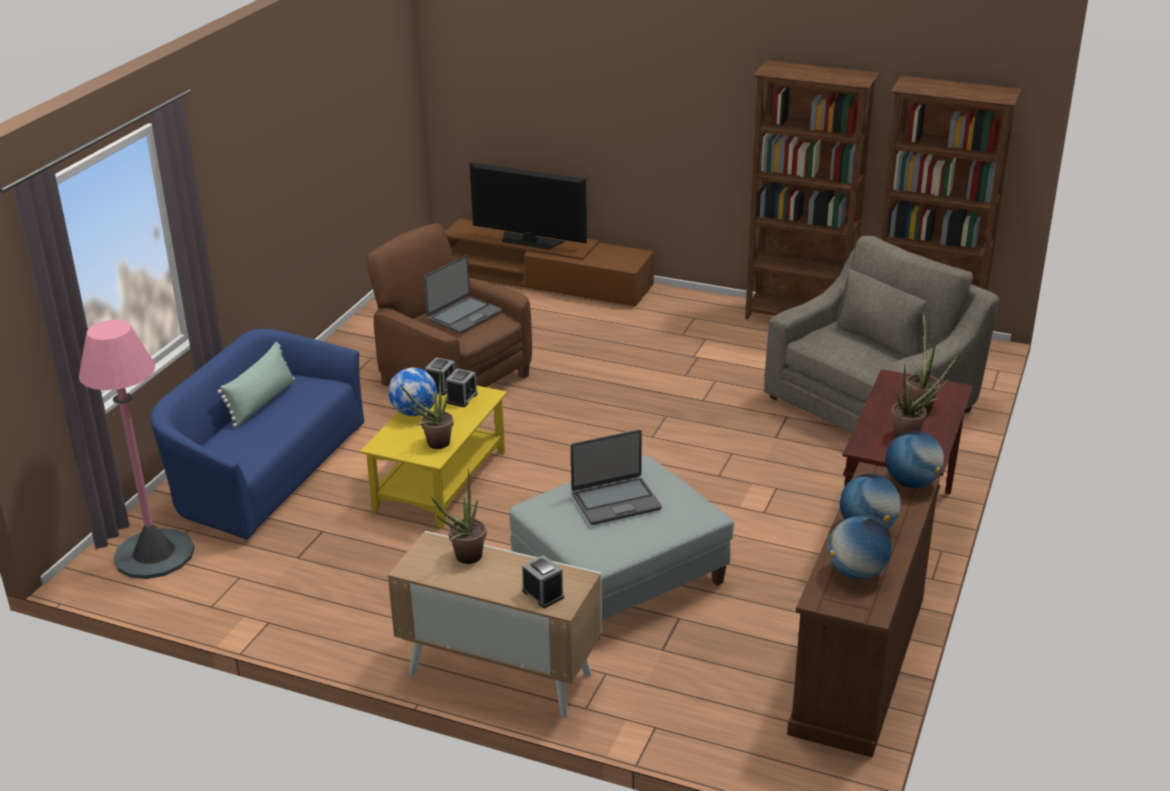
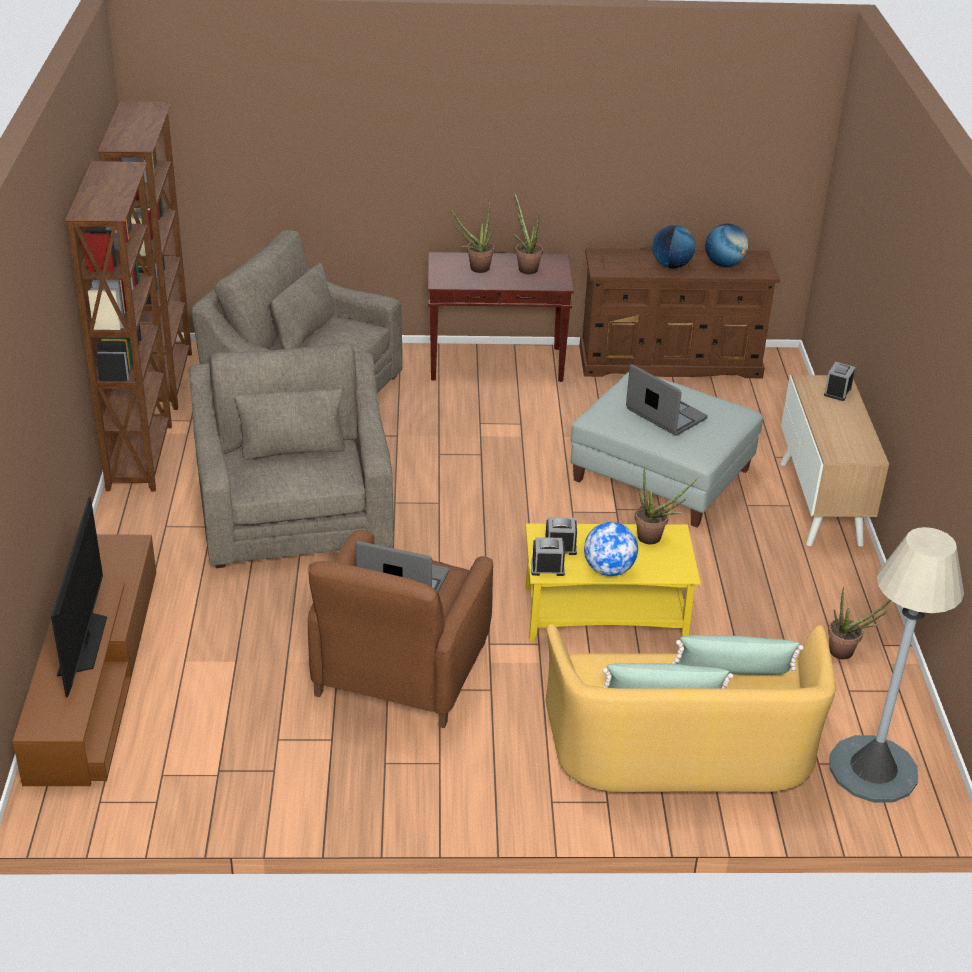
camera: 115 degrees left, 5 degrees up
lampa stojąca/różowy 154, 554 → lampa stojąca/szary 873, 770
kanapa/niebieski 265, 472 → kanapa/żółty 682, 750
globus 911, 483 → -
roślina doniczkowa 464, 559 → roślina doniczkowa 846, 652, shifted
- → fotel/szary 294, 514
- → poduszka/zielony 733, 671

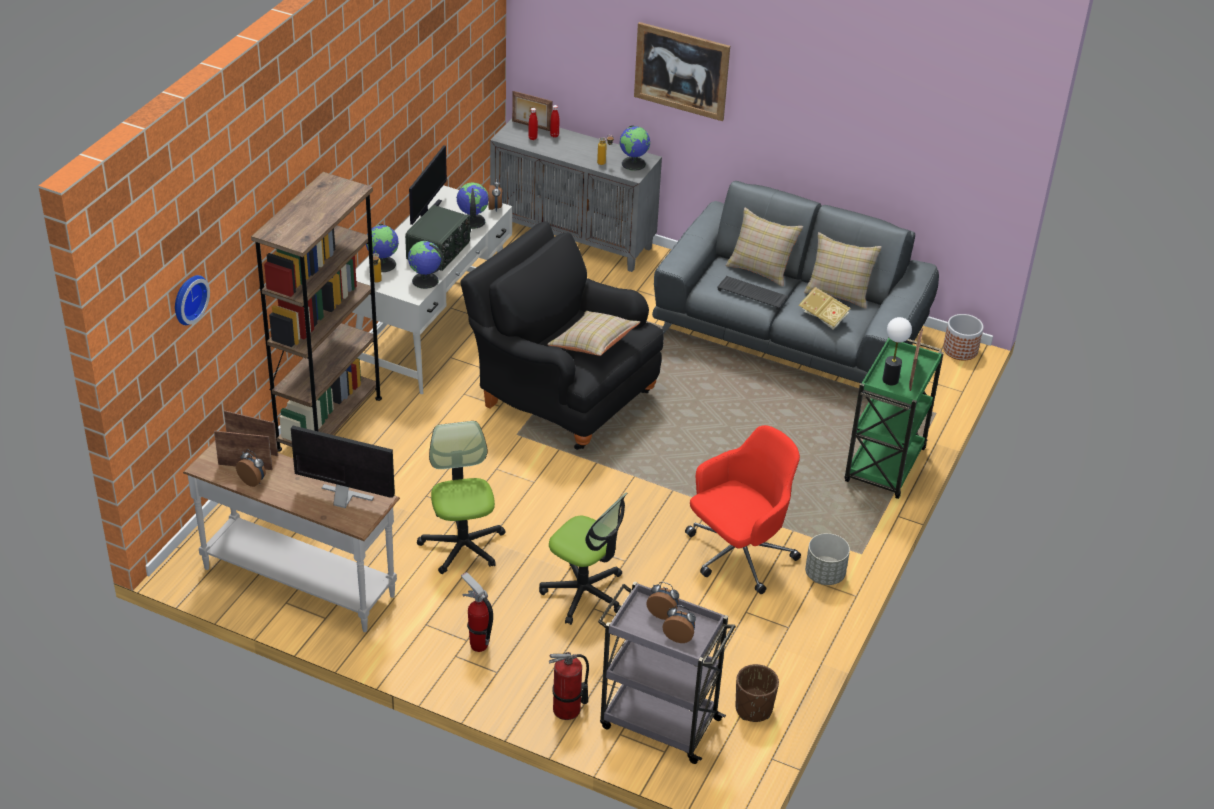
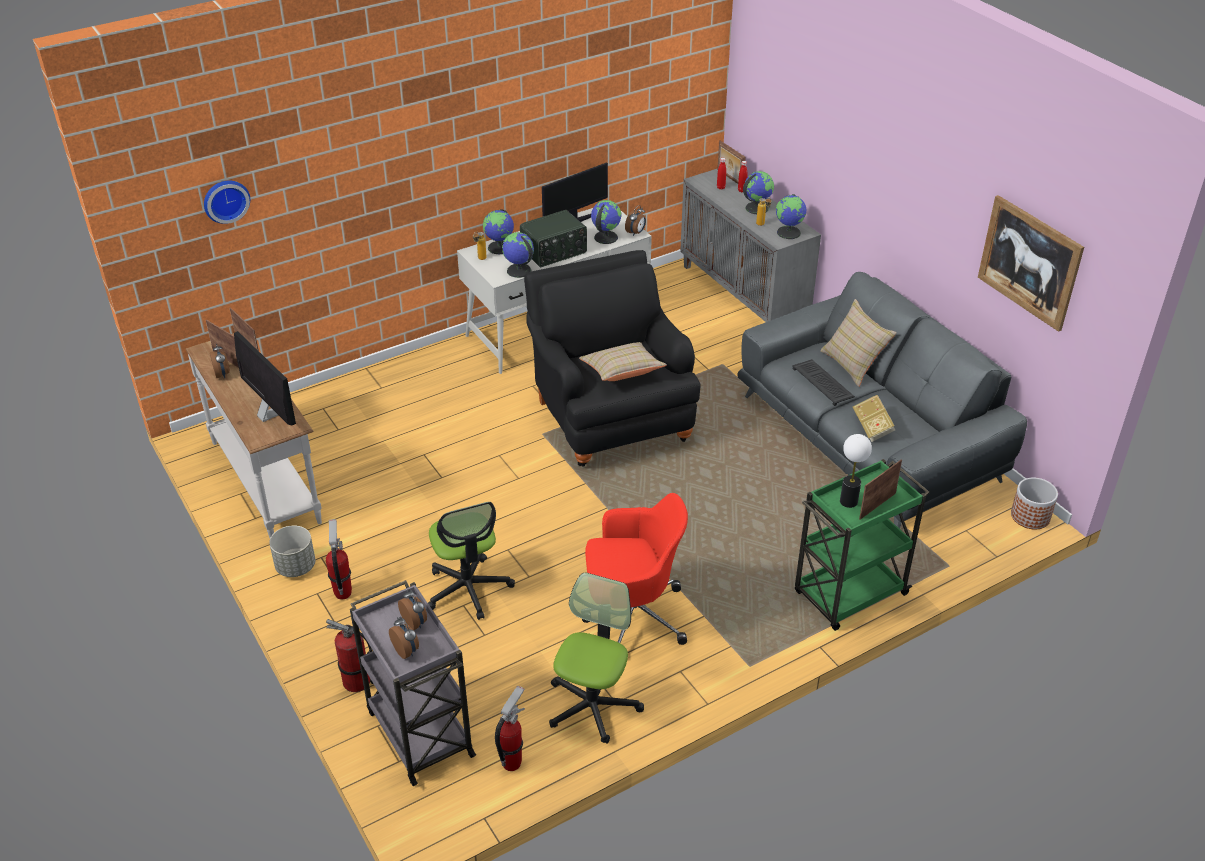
camera: 35 degrees right, 0 degrees up
obraz 681, 71 → obraz 1029, 262, shifted
regał/brązowy 329, 423 → -
poduszka/beżowy 839, 292 → -
krzesło biurowe 462, 546 → krzesło biurowe 592, 706, shifted
donica/szary 825, 575 → donica/szary 295, 567, shifted
donica/brązowy 753, 709 → gaśnica 512, 763
- → globus 756, 208

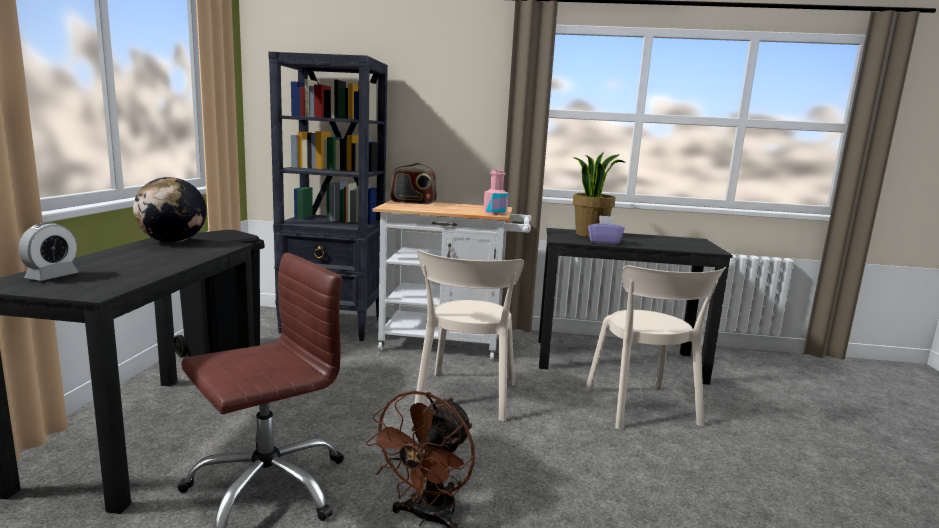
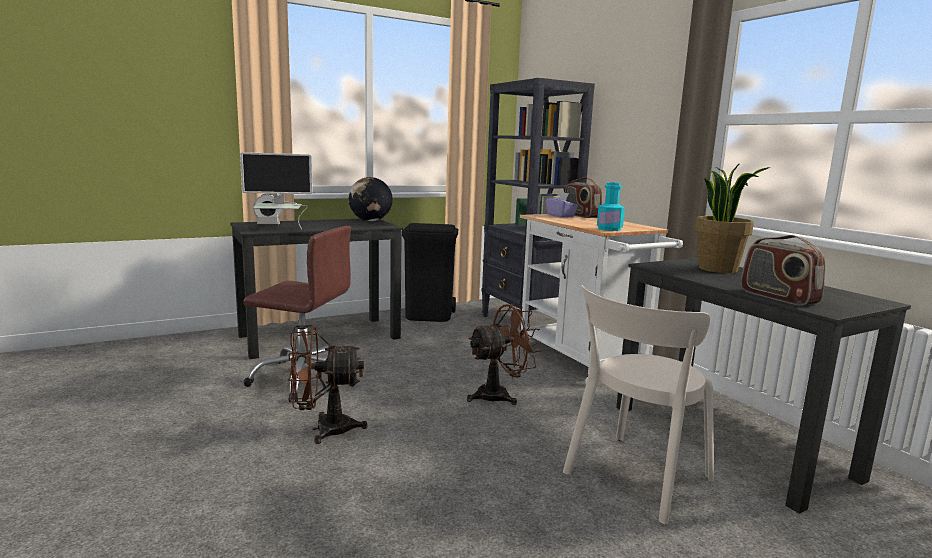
camera: 55 degrees right, 0 degrees up
butelka/różowy 495, 213 → butelka/turkusowy 609, 229
pudełko chusteczek/fioletowy 604, 242 → pudełko chusteczek/fioletowy 560, 216, shifted
krzesło/beżowy 465, 398 → wentylator/brązowy 500, 395
- → monitor 279, 229
- → radio 777, 297

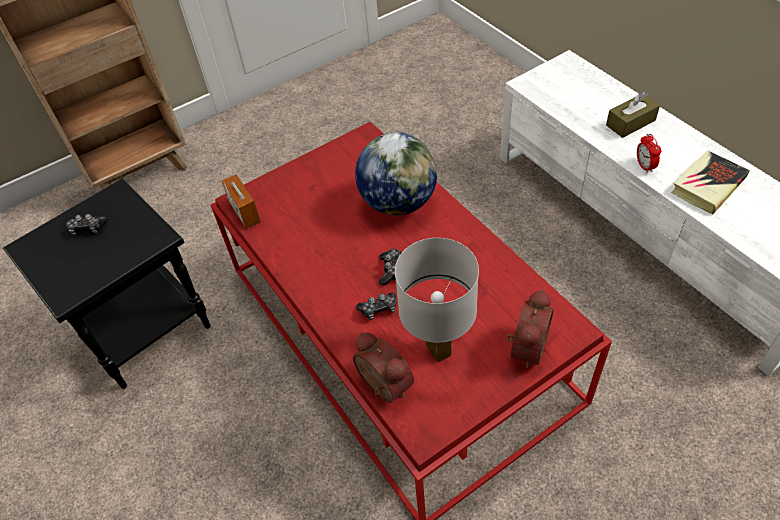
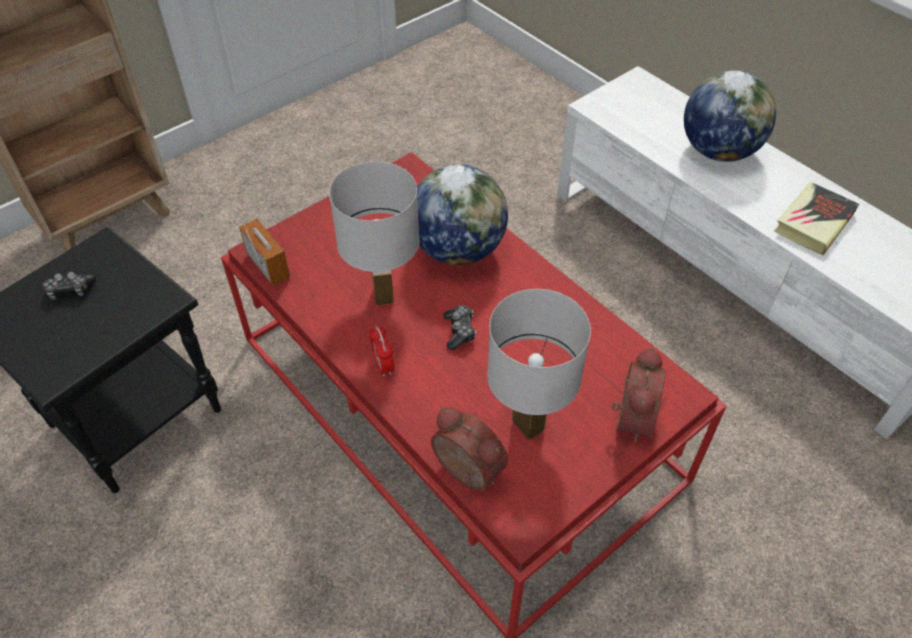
camera: 10 degrees left, 0 degrees up
pudełko chusteczek/brązowy 630, 123 → globus 718, 151
budzik 644, 166 → budzik 383, 365, shifted
pad do gier 379, 309 → -
- → lampa stołowa/biały 382, 294

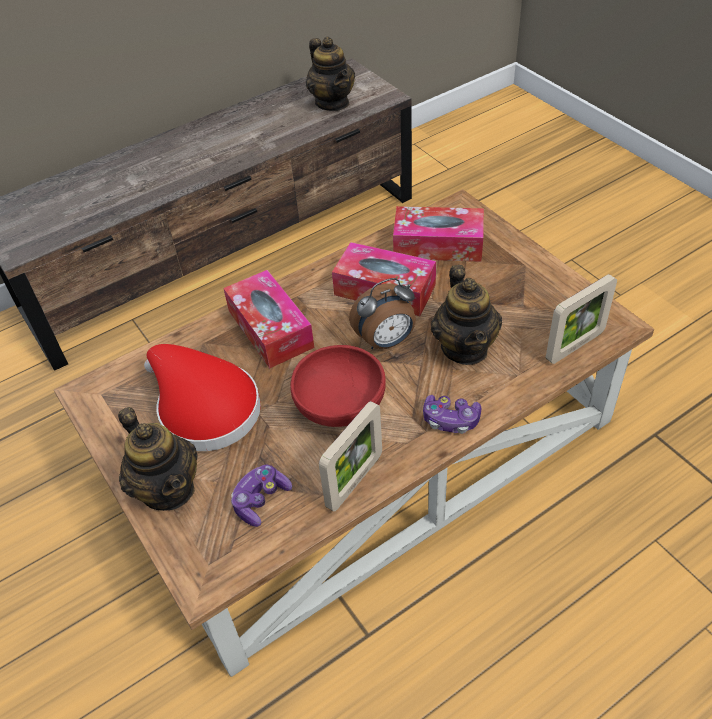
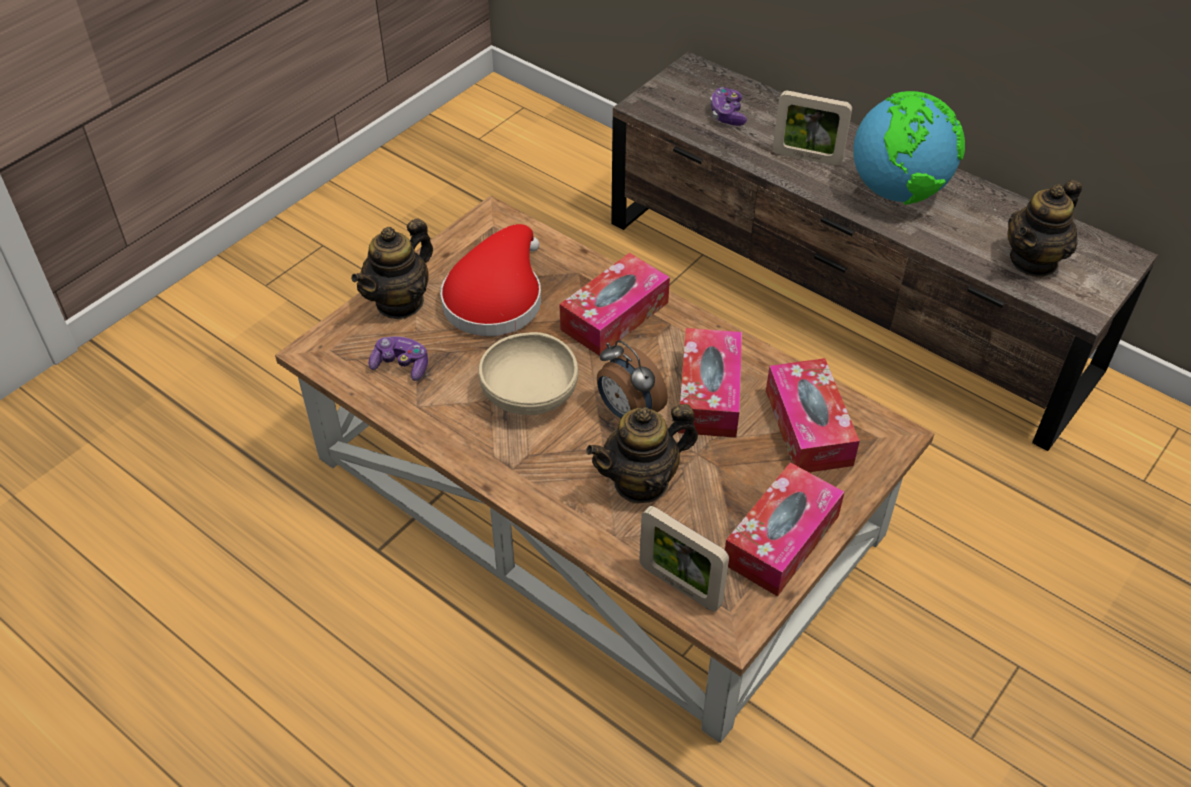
camera: 70 degrees right, 0 degrees up
miska/czerwony 340, 403 → miska/beżowy 530, 394
pad do gier 450, 420 → pad do gier 727, 114, shifted
ramka na zdjęcie 354, 481 → ramka na zdjęcie 807, 157, shifted
- → globus 898, 192
- → pudełko chusteczek 781, 539

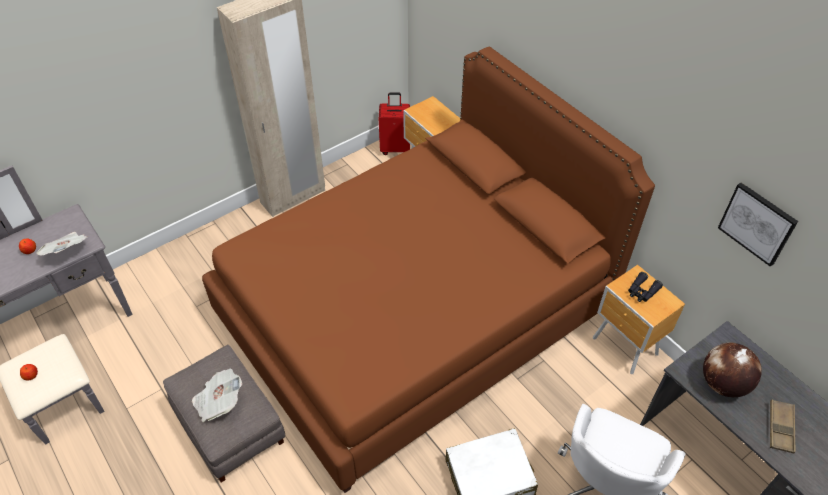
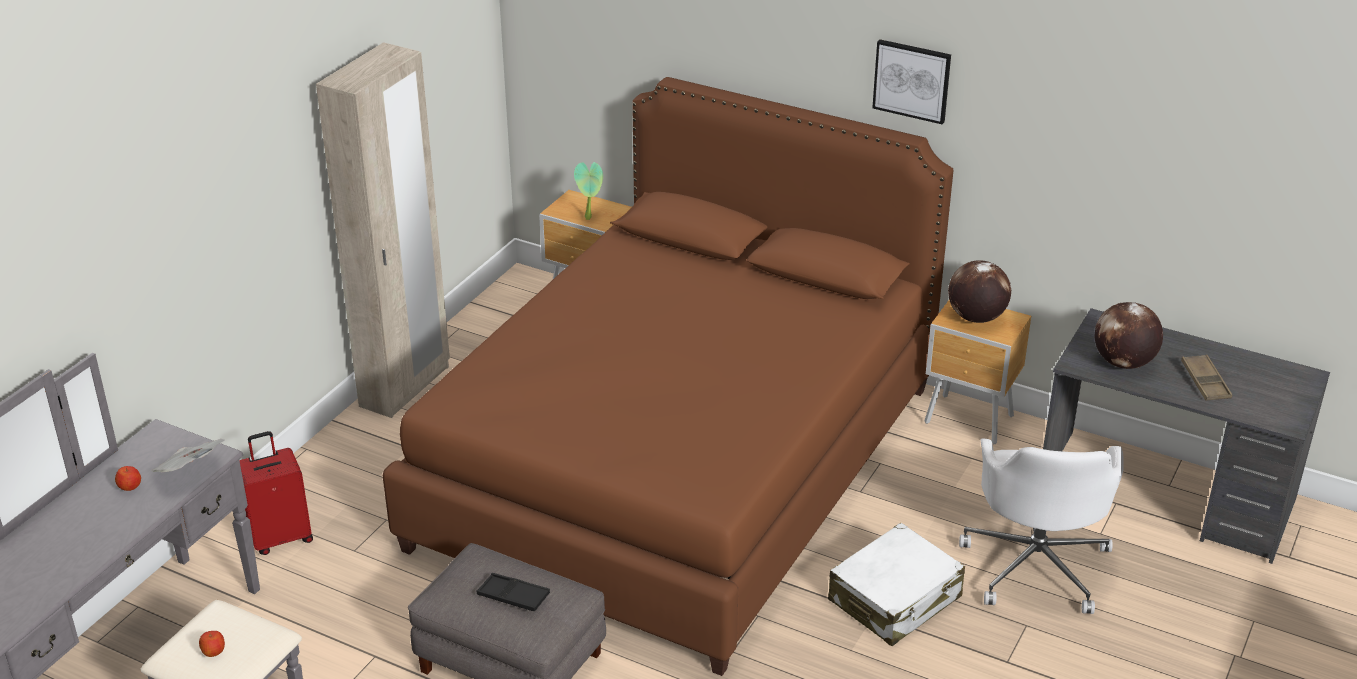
camera: 25 degrees left, 15 degrees down
walizka/czerwony 395, 148 → walizka/czerwony 280, 537, shifted
obraz 757, 223 → obraz 912, 80, shifted
lornetka/czarny 642, 291 → globus 976, 318
gazeta 219, 402 → taca/czarny 513, 596
- → roślina doniczkowa 590, 218

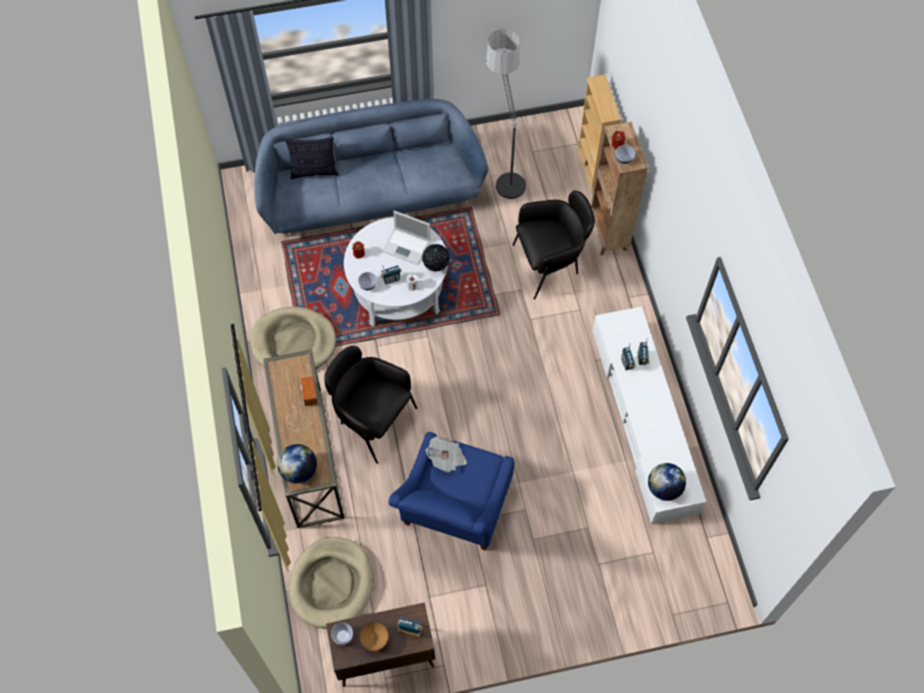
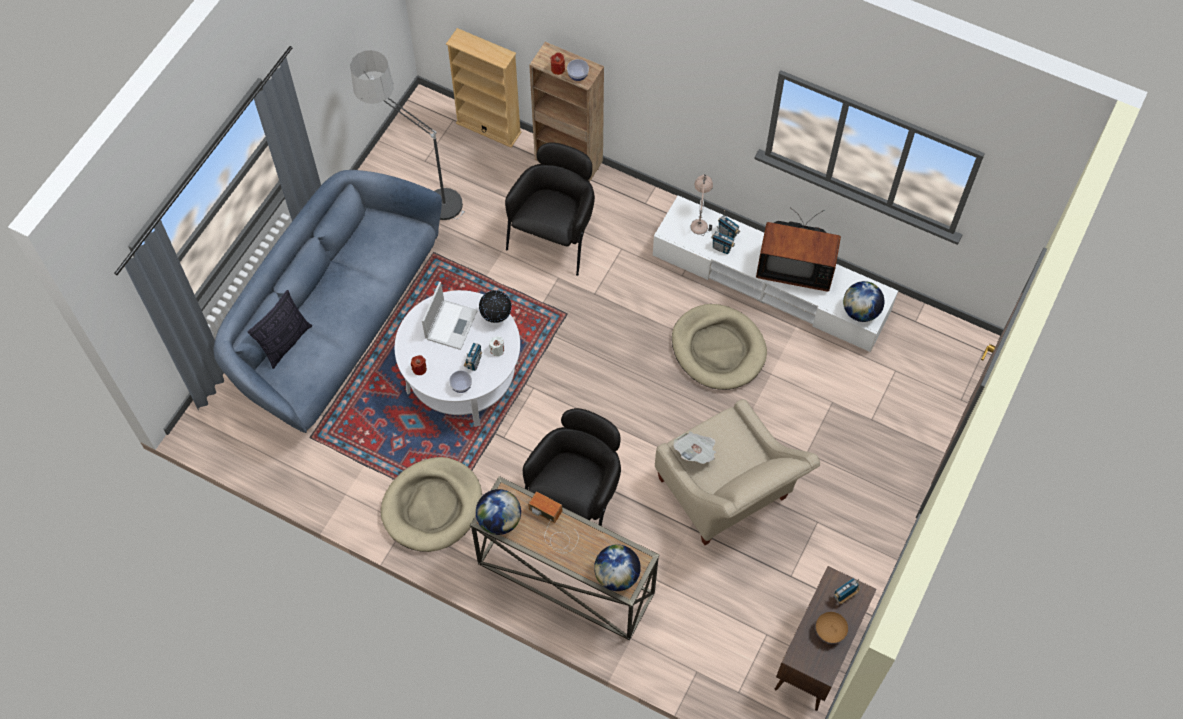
camera: 50 degrees left, 0 degrees up
laptop 407, 246 → laptop 451, 324, 45 degrees counterclockwise
fotel/czarny 372, 420 → fotel/czarny 576, 497, 135 degrees clockwise
fotel/niebieski 454, 512 → fotel/beżowy 727, 496
legowisko/beżowy 331, 584 → legowisko/beżowy 718, 349, shifted
miska 343, 636 → -
- → lampa stołowa/beżowy 700, 218
- → telewizor 794, 266
- → globus 499, 520

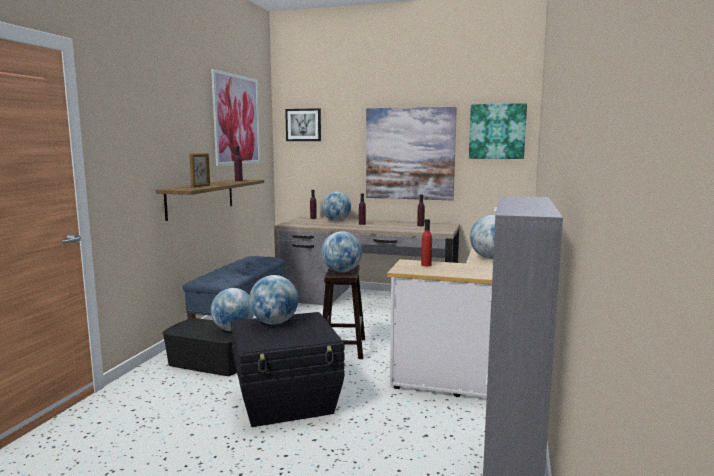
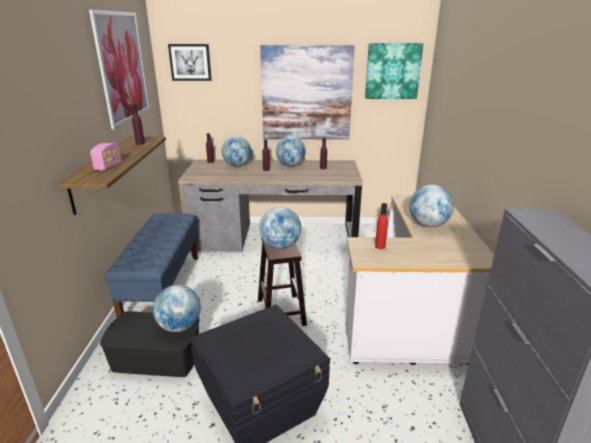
camera: 15 degrees left, 15 degrees up
ramka na zdjęcie 201, 186 → radio 108, 166
globus 274, 323 → globus 290, 165, shifted

